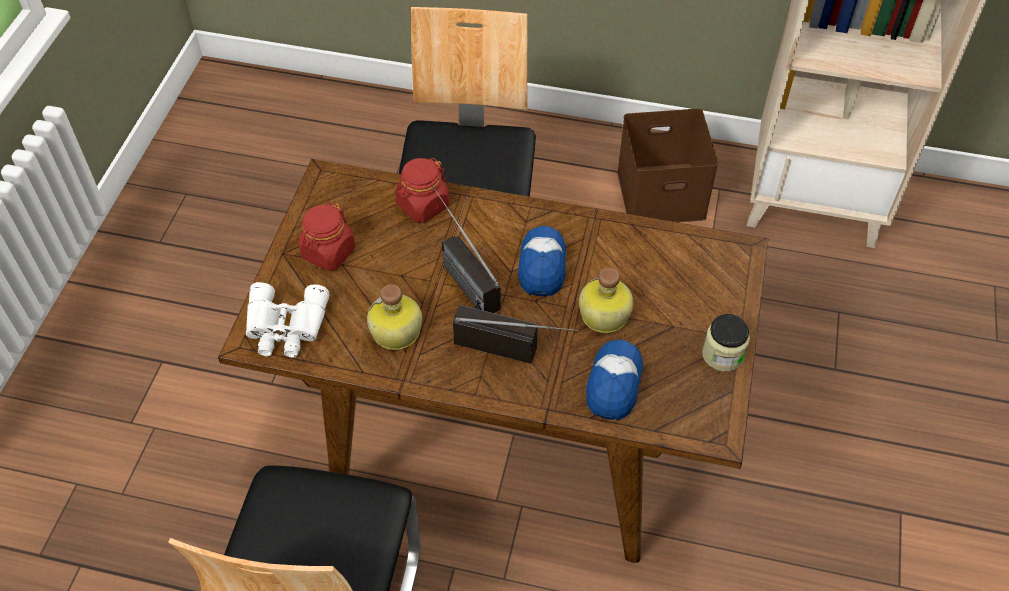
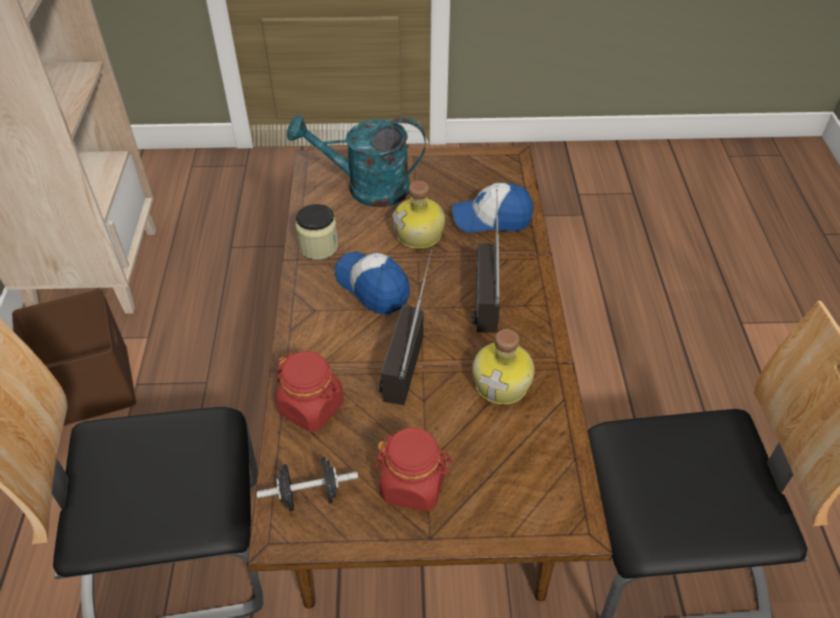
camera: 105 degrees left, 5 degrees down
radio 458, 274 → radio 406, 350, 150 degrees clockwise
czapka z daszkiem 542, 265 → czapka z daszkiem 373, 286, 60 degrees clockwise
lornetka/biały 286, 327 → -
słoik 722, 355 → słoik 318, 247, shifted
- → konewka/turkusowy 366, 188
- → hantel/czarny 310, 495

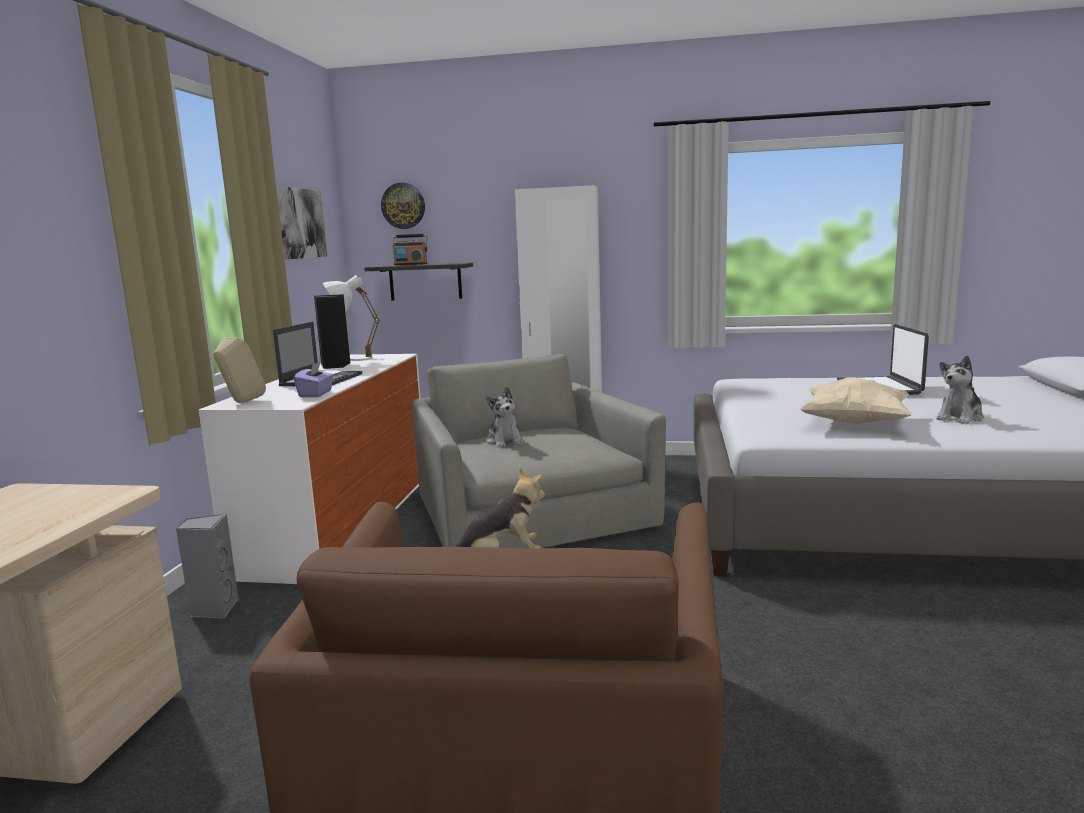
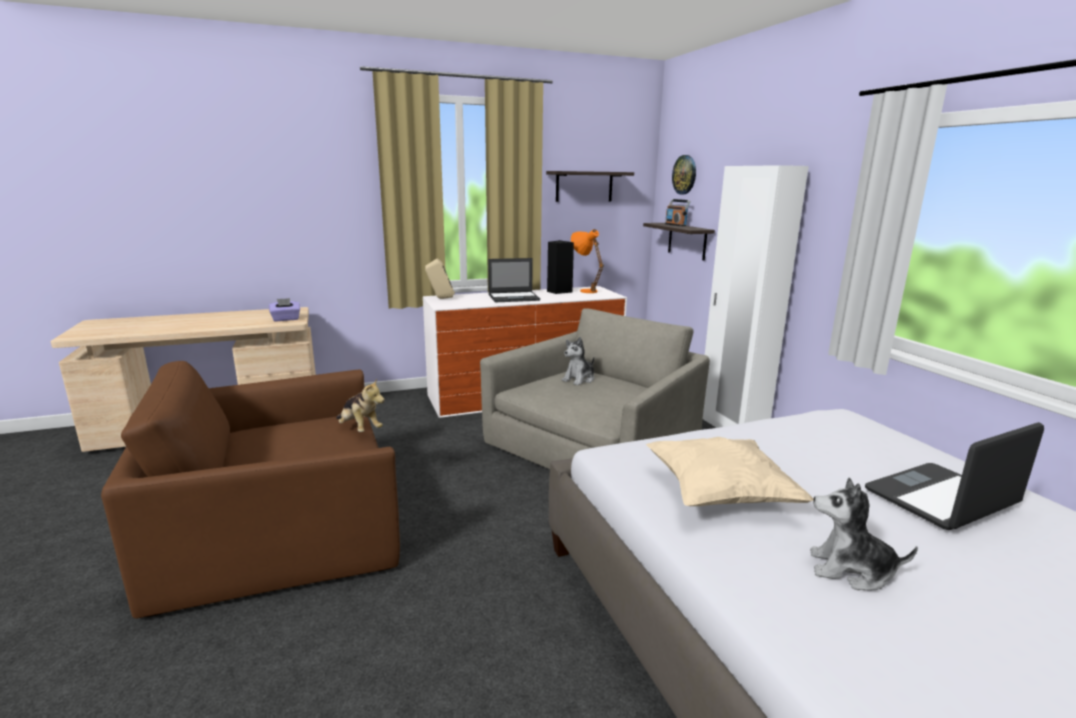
camera: 60 degrees right, 5 degrees up
obraz 295, 223 → półka 584, 186
lampa stołowa/biały 351, 359 → lampa stołowa/pomarańczowy 584, 290
pudełko chusteczek/fioletowy 316, 394 → pudełko chusteczek/fioletowy 286, 319, shifted
głośnik/szary 214, 609 → -

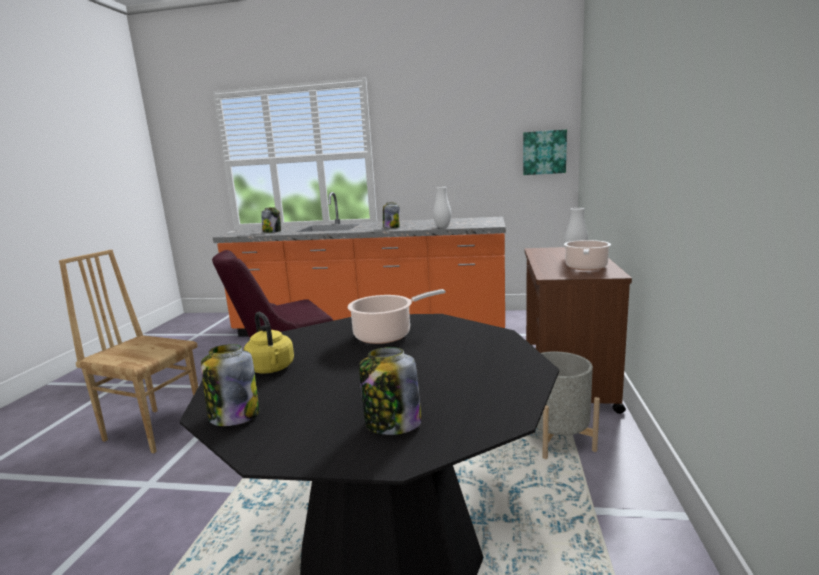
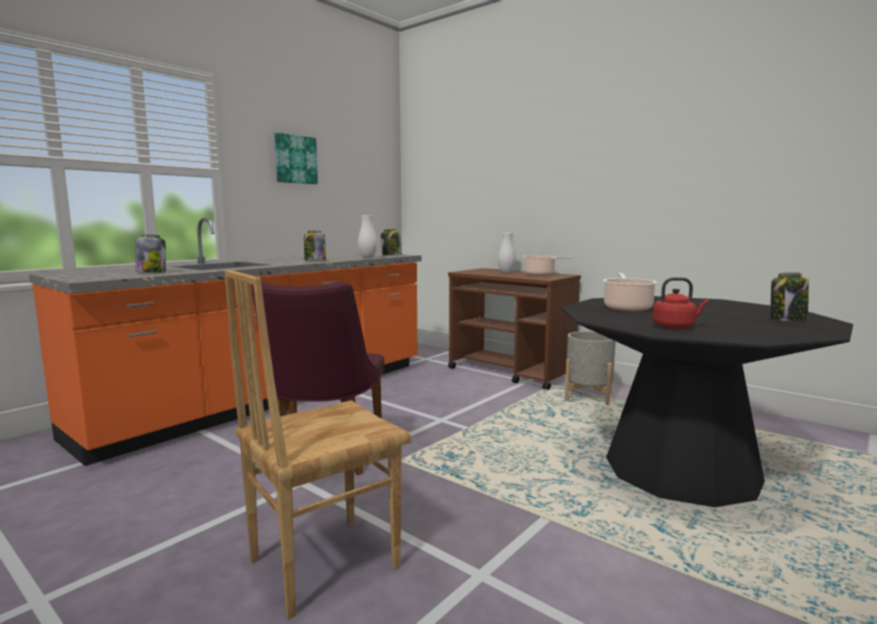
camera: 60 degrees left, 5 degrees down
obraz 544, 152 → obraz 295, 159, shifted
czajnik/żółty 272, 369 → czajnik/czerwony 675, 327
słoik 234, 416 → słoik 391, 255, shifted

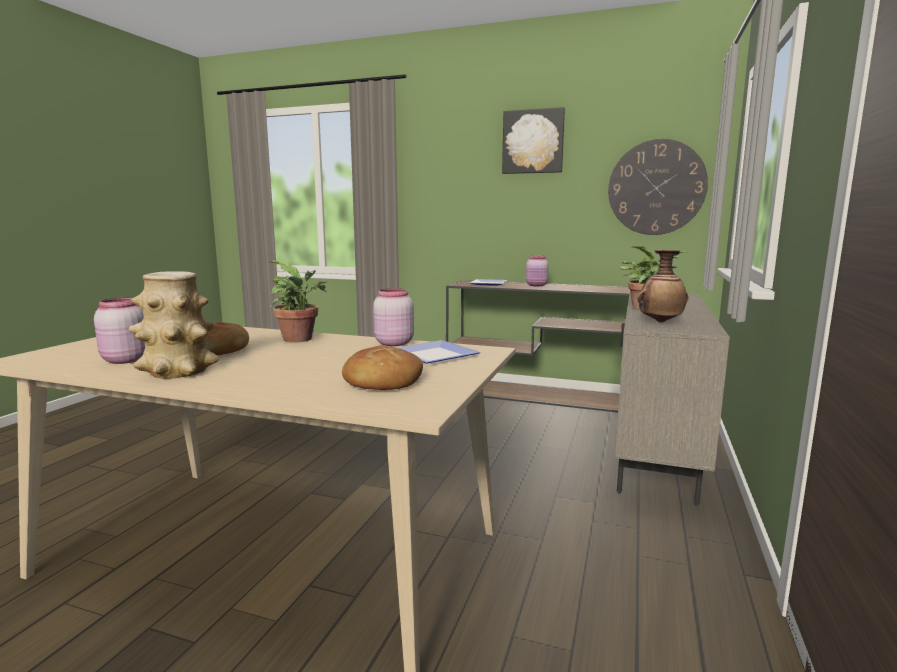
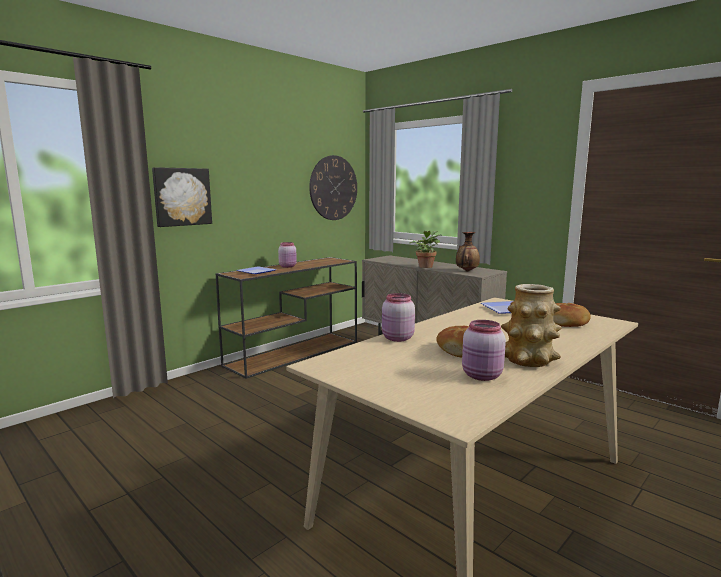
camera: 65 degrees left, 0 degrees up
obraz 533, 142 → obraz 182, 197, shifted
roślina doniczkowa 301, 339 → -
słoik/różowy 393, 343 → słoik/różowy 397, 338, shifted

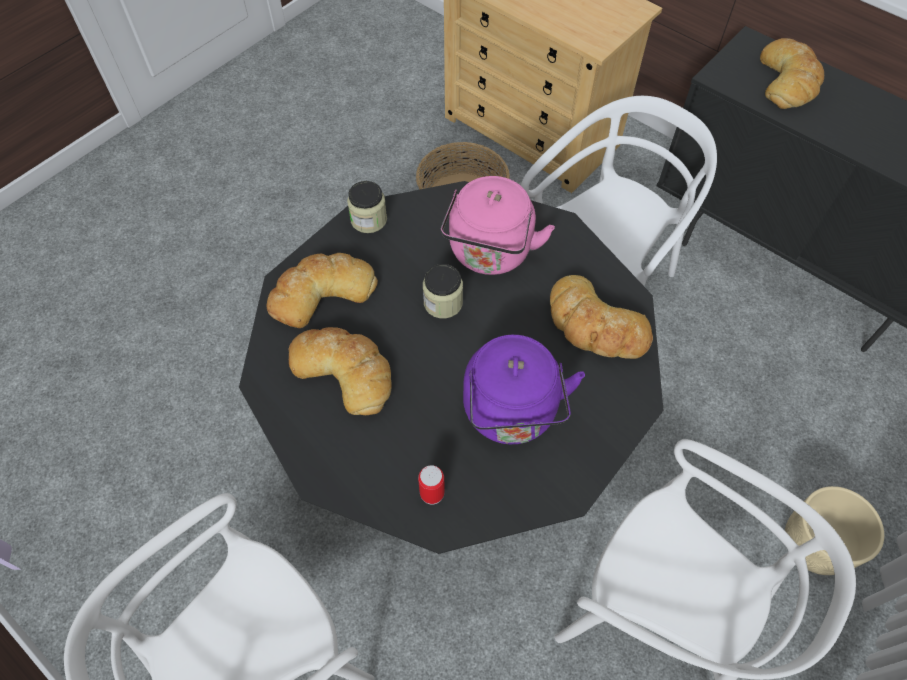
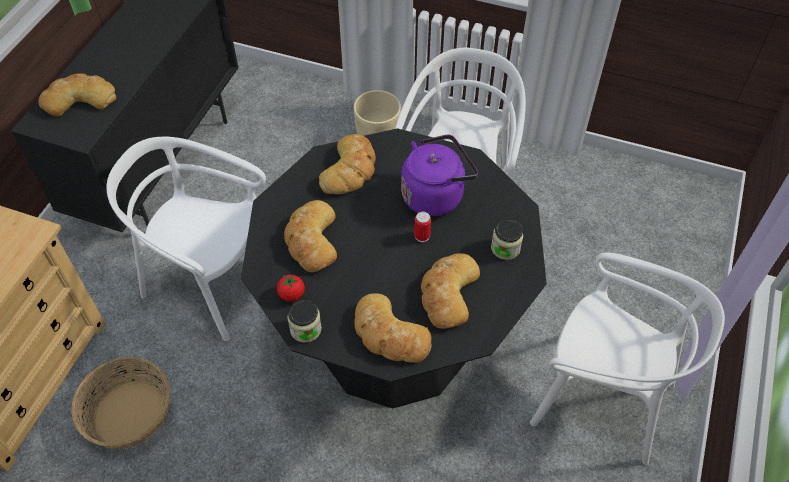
camera: 110 degrees left, 5 degrees down
czajnik/różowy 490, 254 → chleb 311, 240
słoik 443, 303 → słoik 505, 248, shifted
puszka 432, 493 → puszka 422, 236, shifted
- → pomidor 292, 294

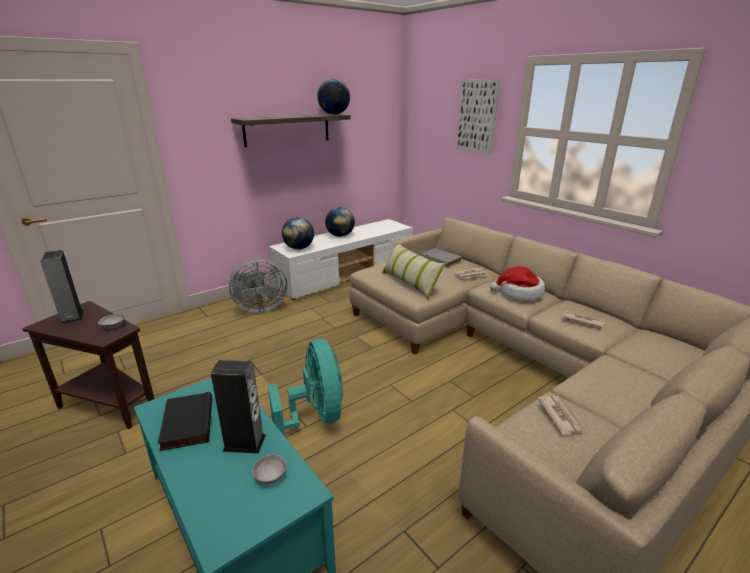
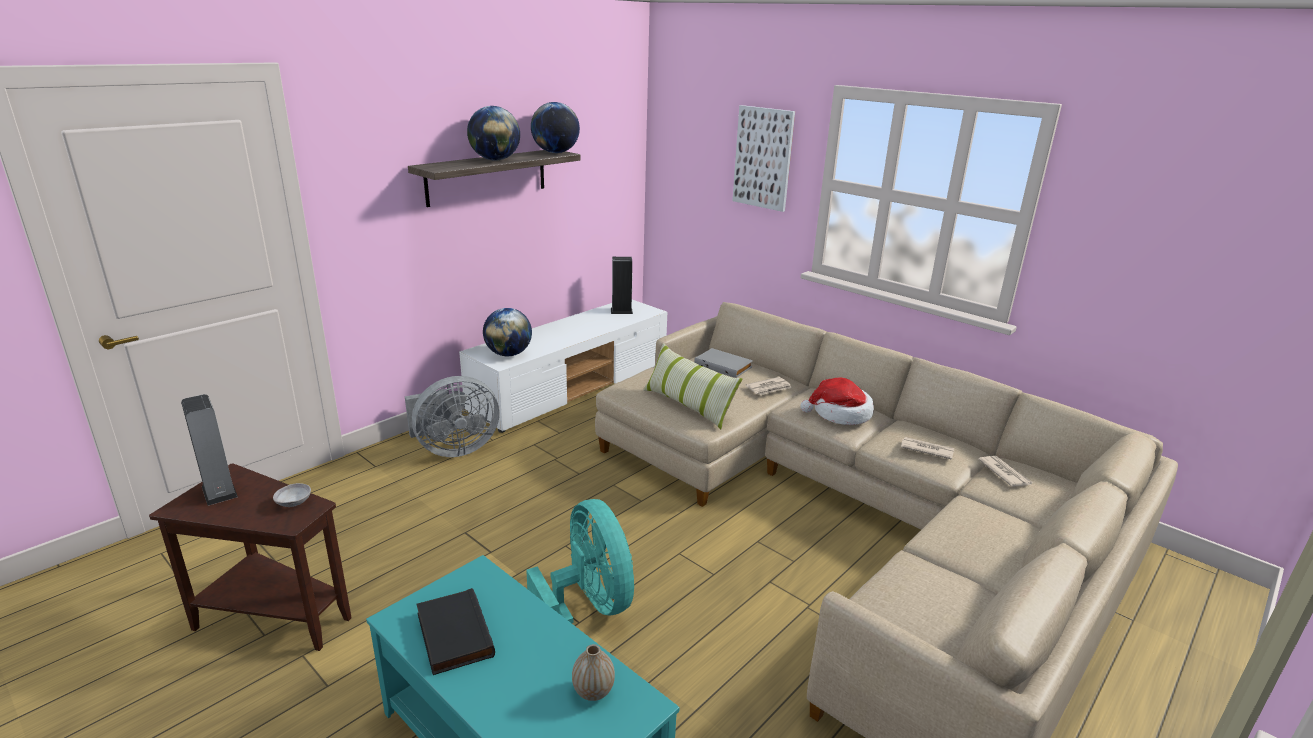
camera: 10 degrees left, 0 degrees up
globus 340, 236 → globus 495, 160, shifted
głośnik 244, 443 → głośnik 621, 311, shifted
gazeta 561, 416 → gazeta 1004, 473, shifted
miska/szary 270, 476 → wazon 593, 691

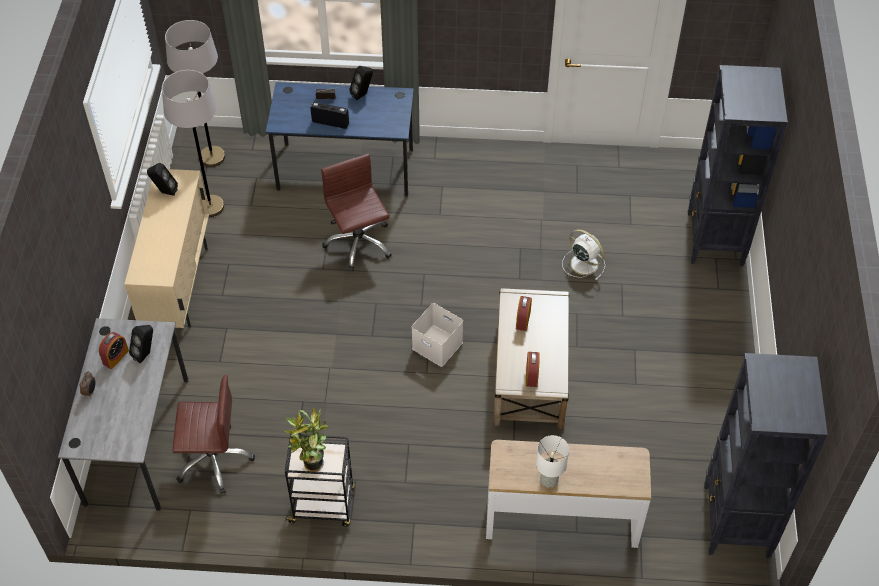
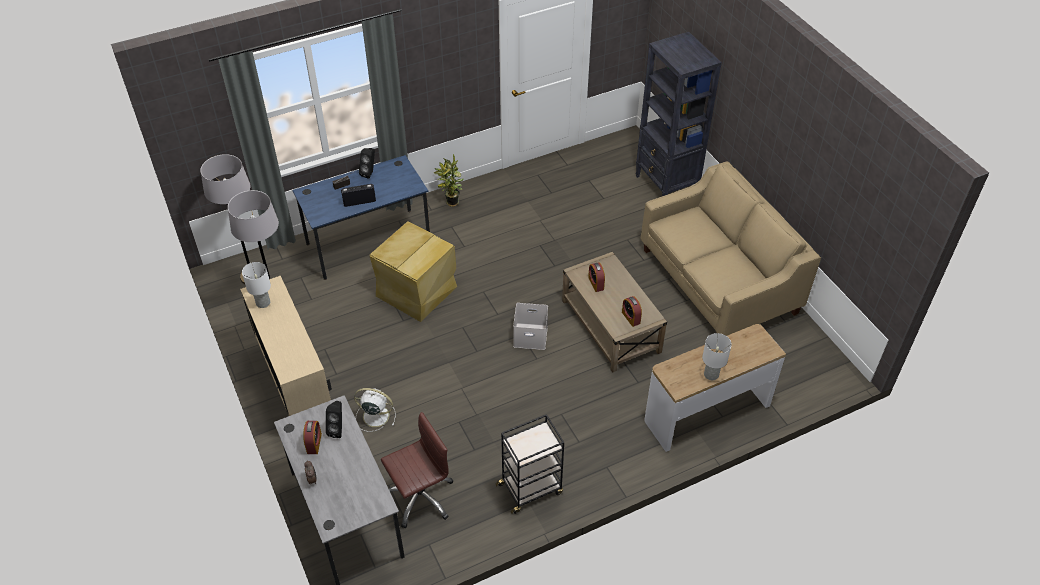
camera: 30 degrees left, 5 degrees down
krzesło biurowe/brązowy 358, 243 → pojemnik do przechowywania/beżowy 418, 291
głośnik/czarny 165, 192 → lampa stołowa/biały 262, 302
wentylator/biały 583, 263 → wentylator/biały 374, 416, shifted
regał/czarny 736, 522 → -
roślina doniczkowa 311, 464 → roślina doniczkowa 451, 203, shifted
- → kanapa/beżowy 718, 281

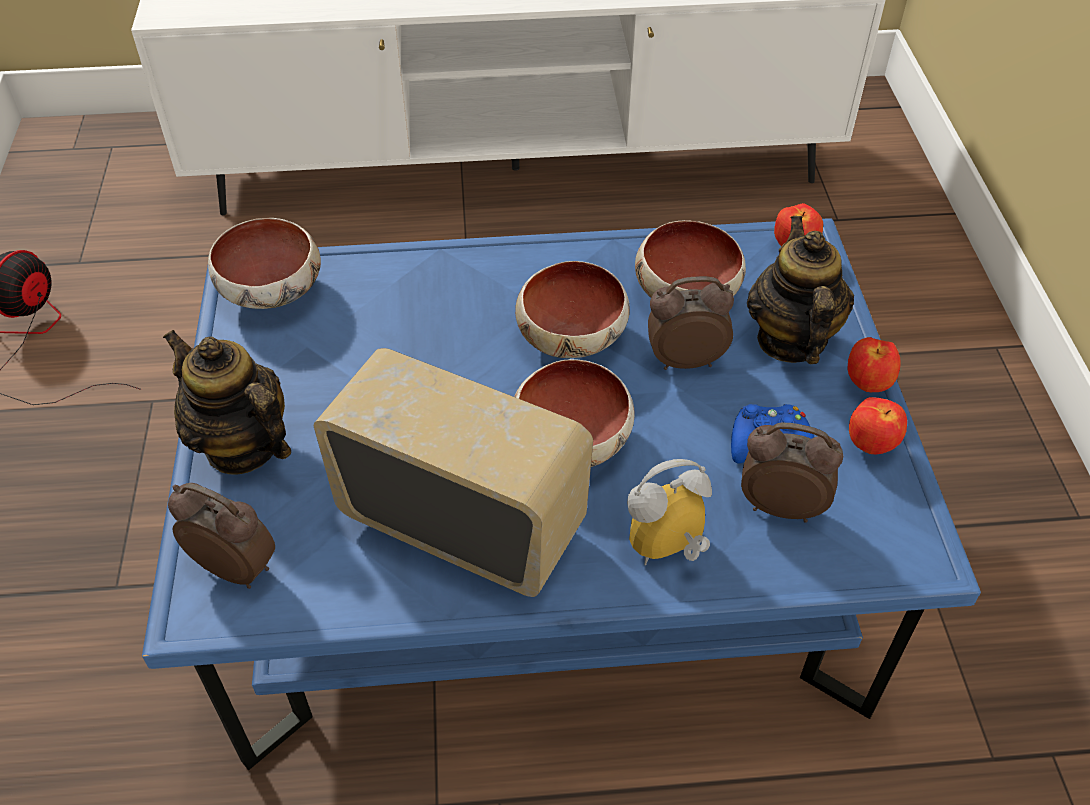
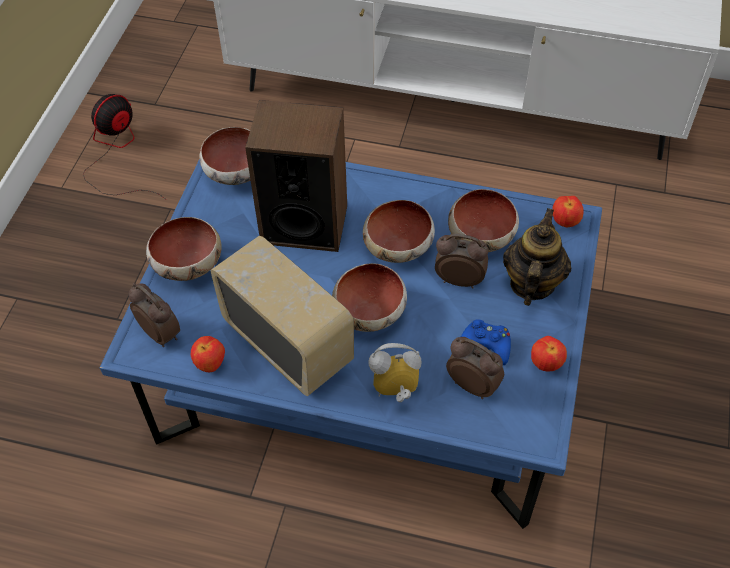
camera: 20 degrees right, 5 degrees up
imbryk 242, 446 → miska 186, 264
jabłko 868, 384 → jabłko 210, 364, shifted
- → głośnik 304, 224

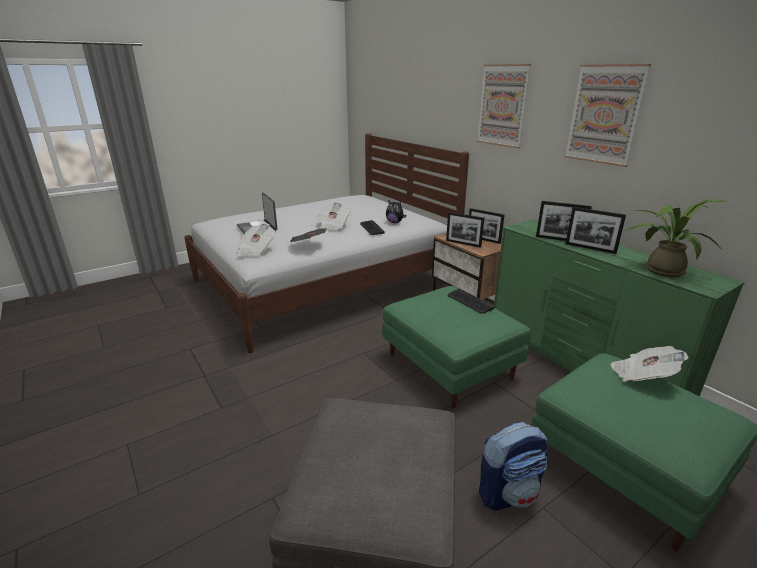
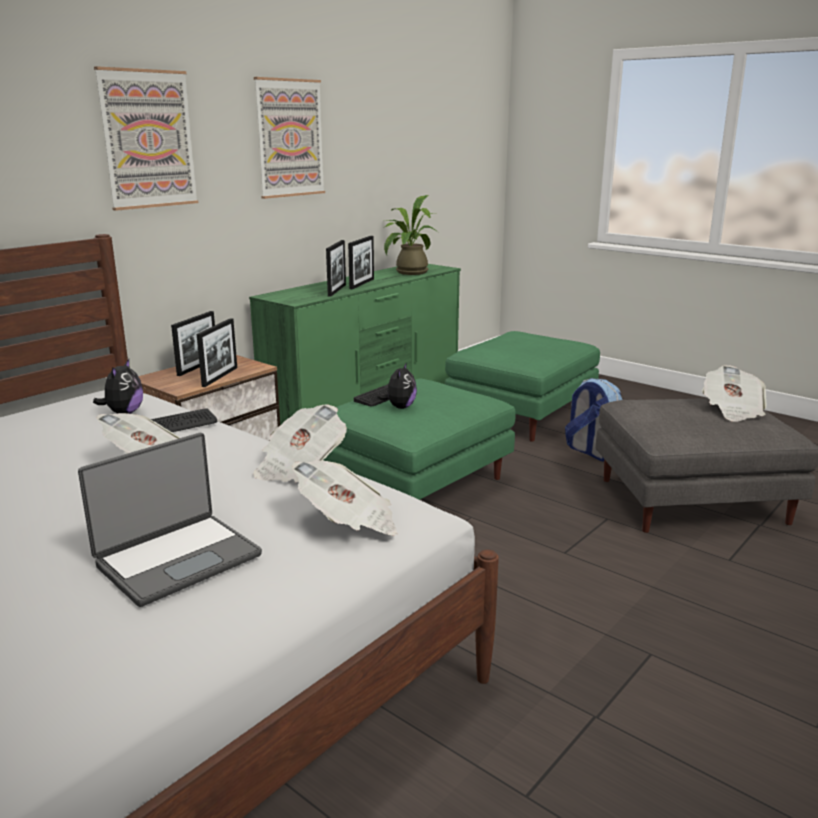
camera: 105 degrees left, 5 degrees down
gazeta 642, 376 → gazeta 732, 410, shifted
- → pluszak 399, 407

